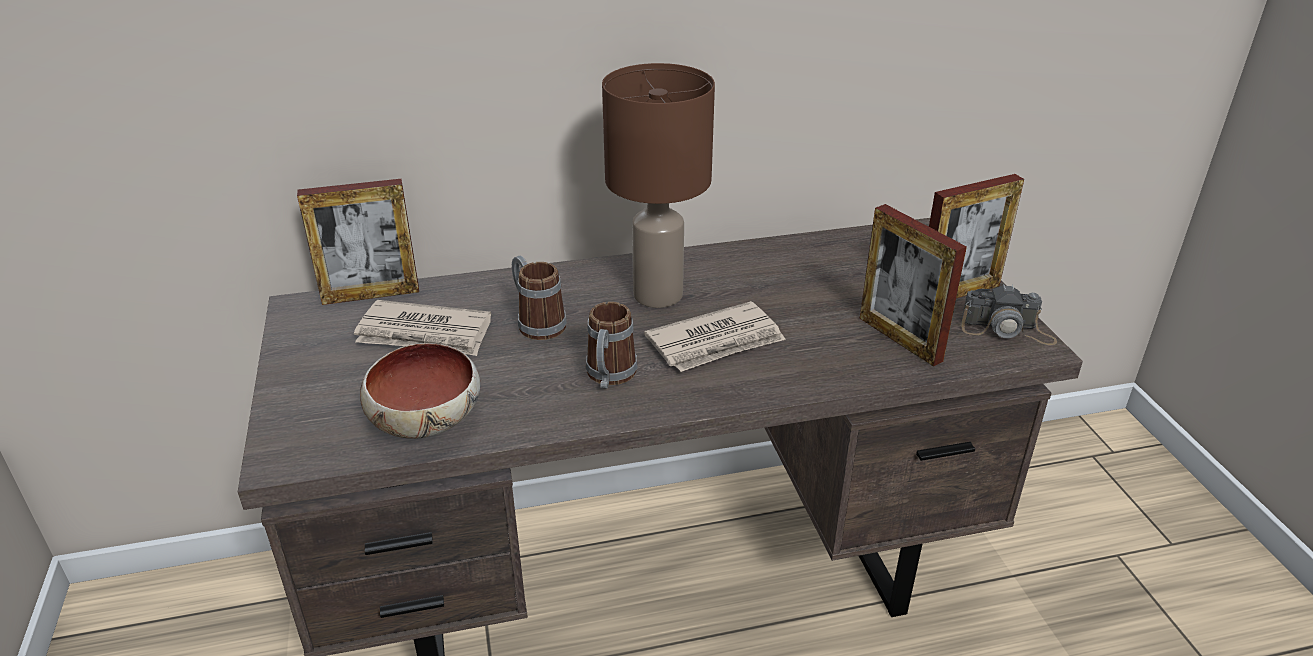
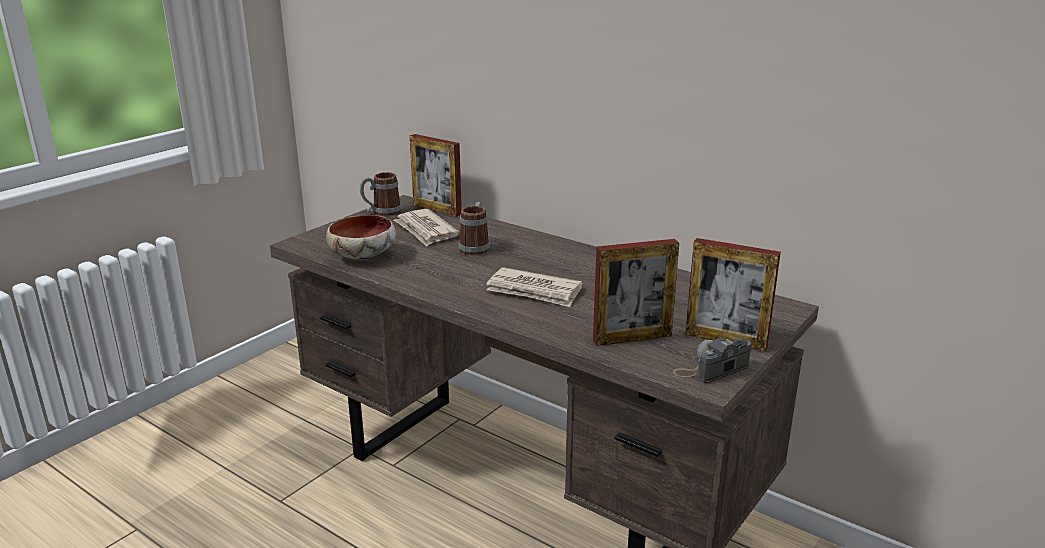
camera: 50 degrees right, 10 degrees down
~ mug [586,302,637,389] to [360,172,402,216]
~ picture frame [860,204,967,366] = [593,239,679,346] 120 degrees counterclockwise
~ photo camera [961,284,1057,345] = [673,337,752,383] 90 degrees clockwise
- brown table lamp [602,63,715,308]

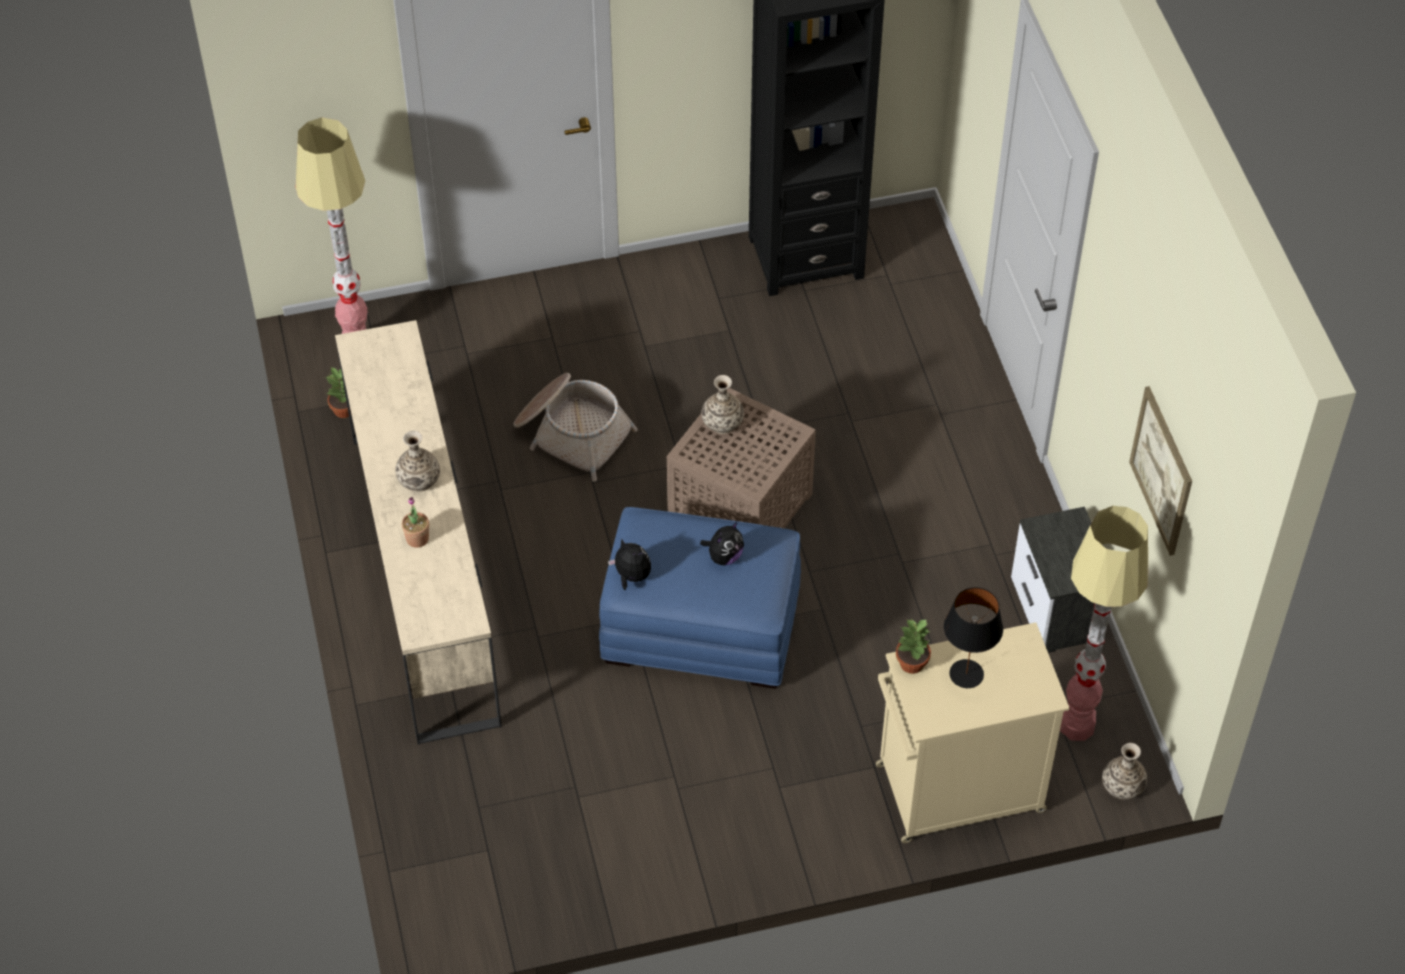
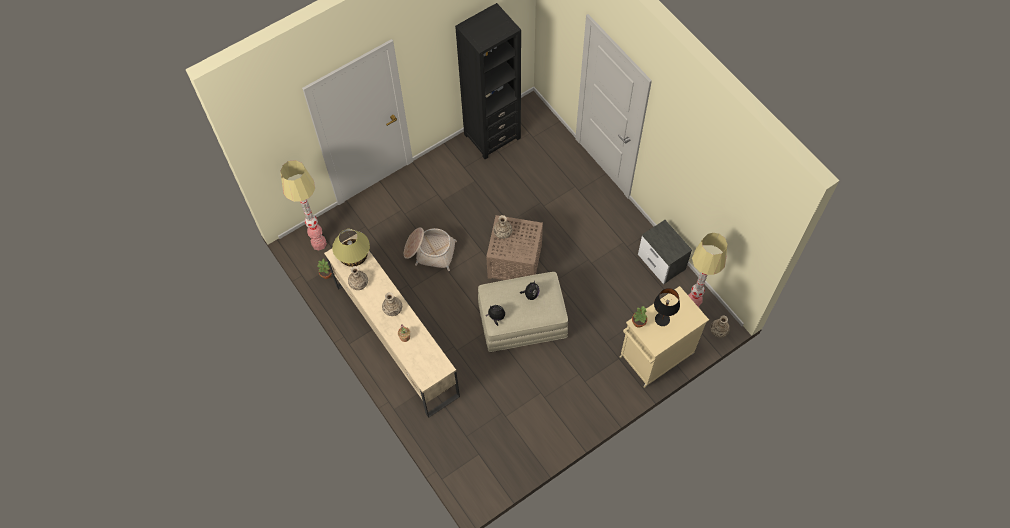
camera: 20 degrees left, 10 degrees up
+ table lamp [332,229,370,267]
+ vase [348,266,368,290]
~ blue ottoman [599,507,801,689] to beige ottoman [478,272,568,352]
- picture [1129,386,1192,556]

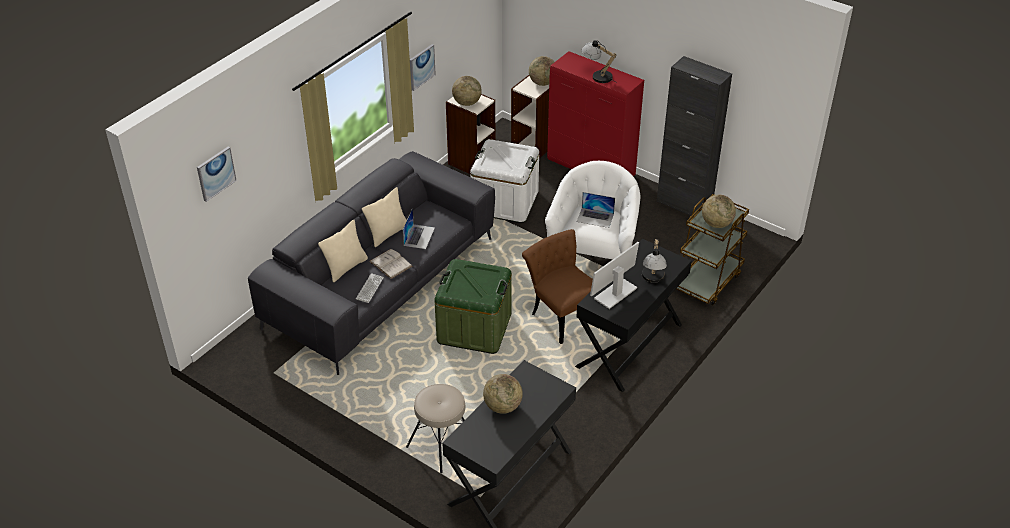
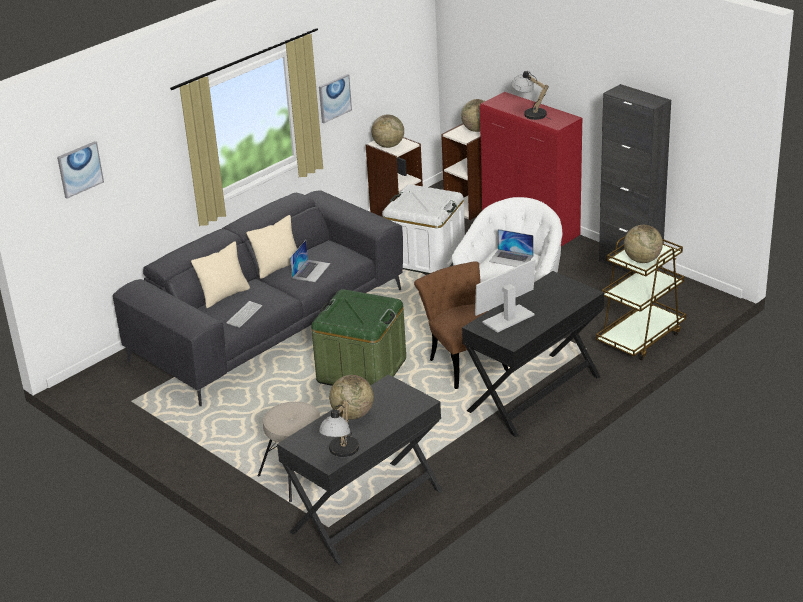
camera: 10 degrees right, 10 degrees down
~ table lamp [642,239,667,283] to [319,400,359,457]
- white book [369,249,412,279]

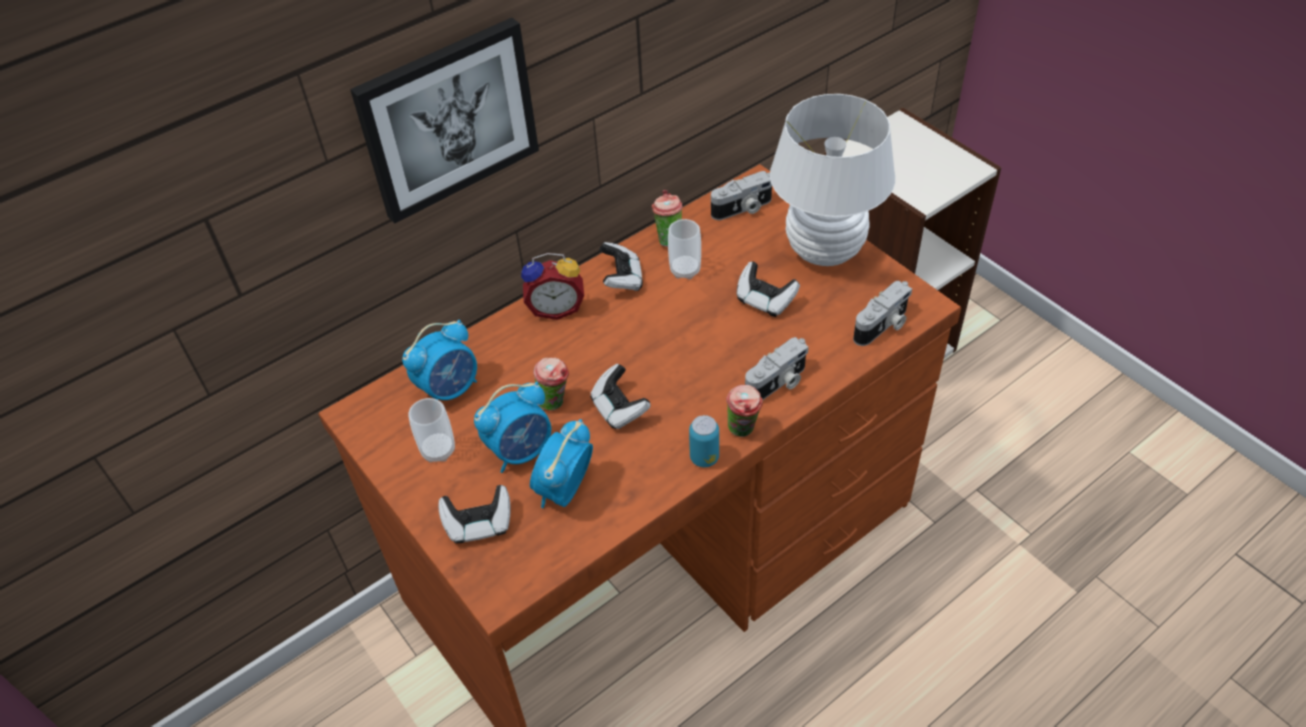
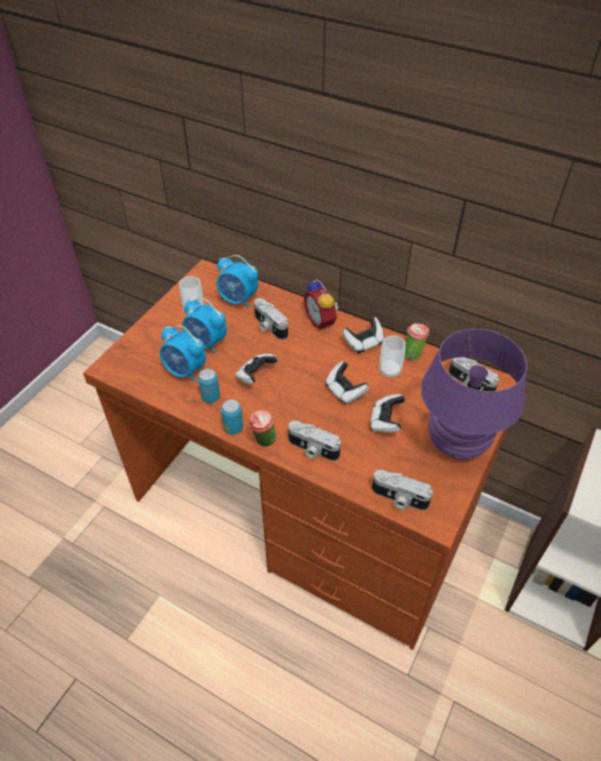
camera: 65 degrees right, 0 degrees up
~ alarm clock [530,419,593,508] = [160,325,206,382] 150 degrees counterclockwise
+ can [198,368,220,403]
+ photo camera [254,298,288,340]
~ game controller [439,485,511,543] to [325,361,369,405]
~ white table lamp [770,94,895,266] to purple table lamp [421,328,527,459]
- picture [350,18,539,224]
- cup [533,358,569,410]

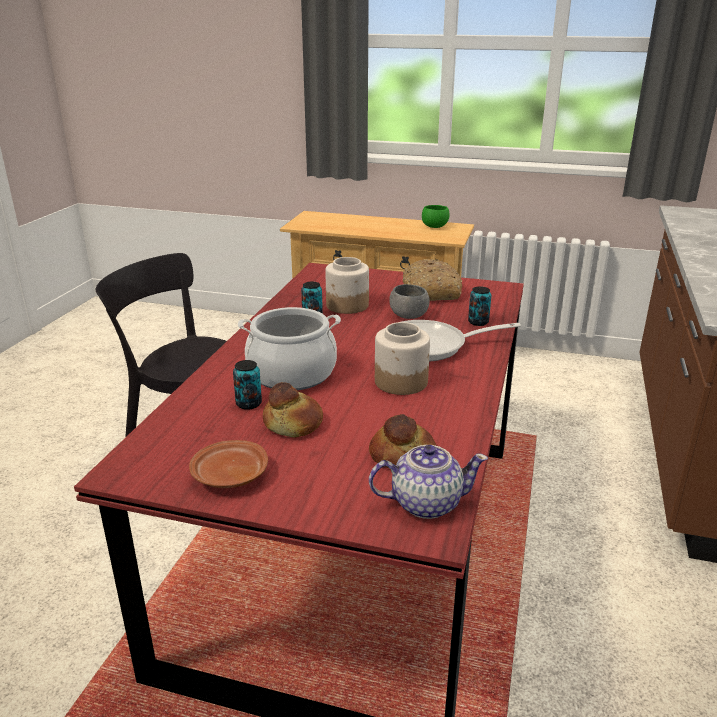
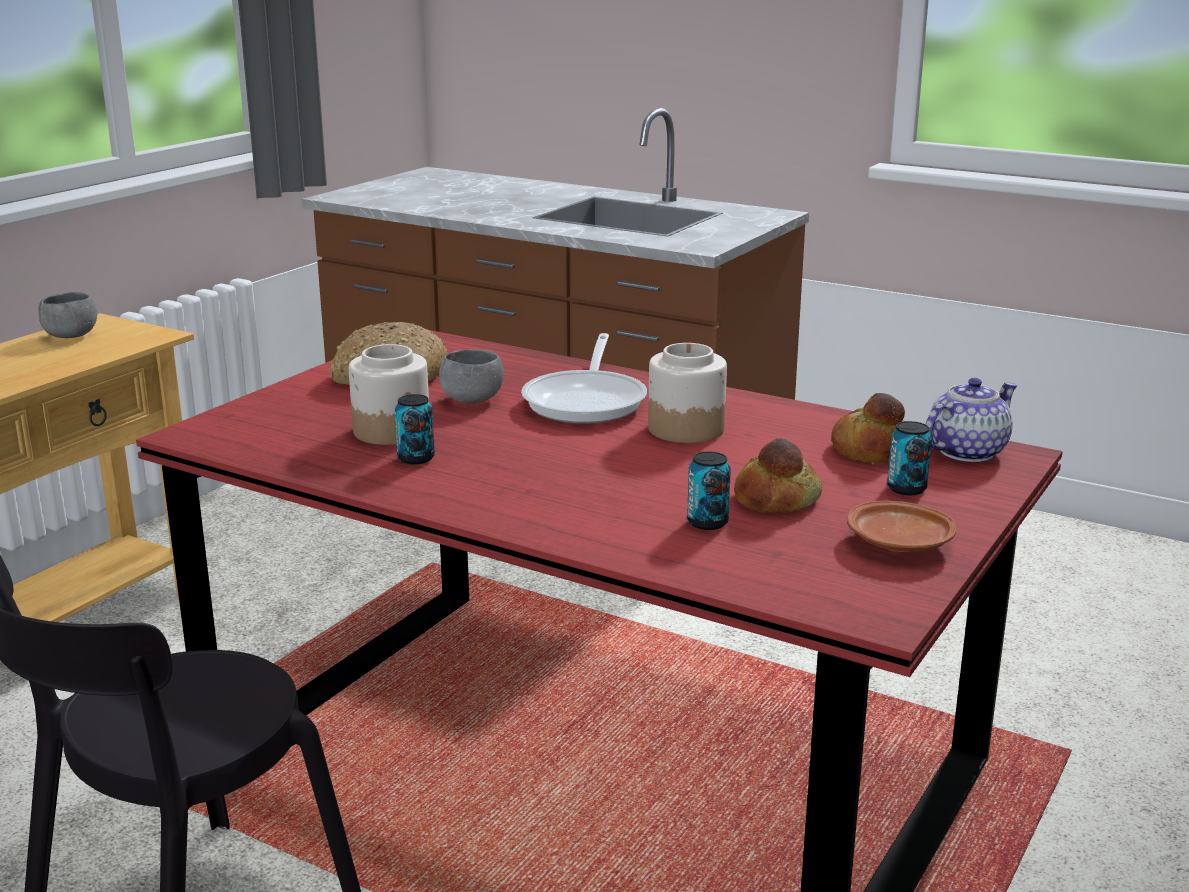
camera: 75 degrees left, 5 degrees down
~ green bowl [422,205,449,228] to grey bowl [38,292,97,338]
~ can [468,286,491,326] to [887,421,932,495]
~ teapot [369,445,488,519] = [925,378,1018,462] 45 degrees clockwise
- cooking pot [238,307,341,390]

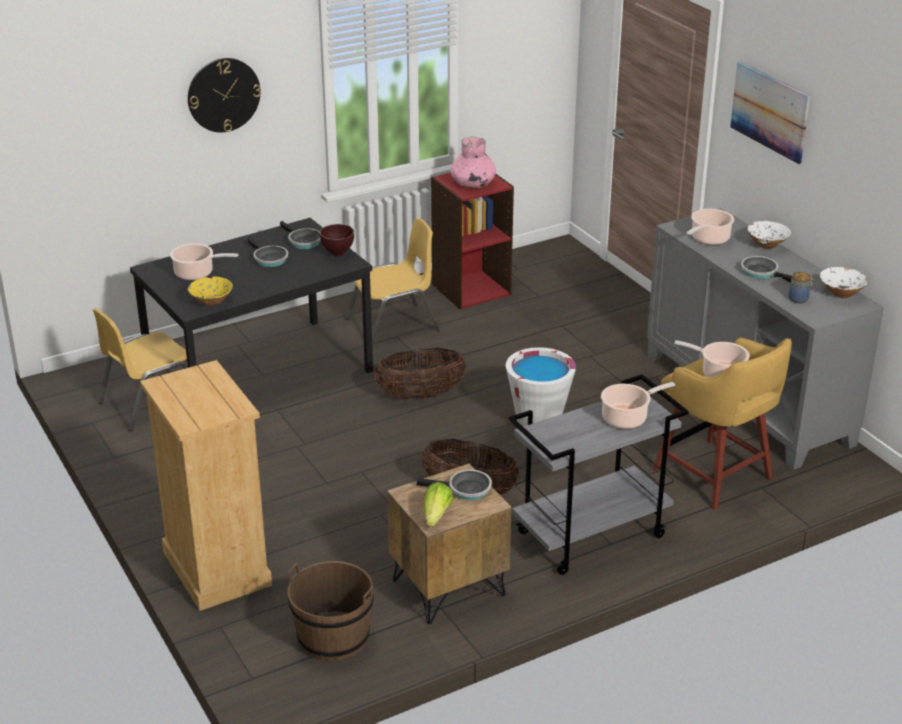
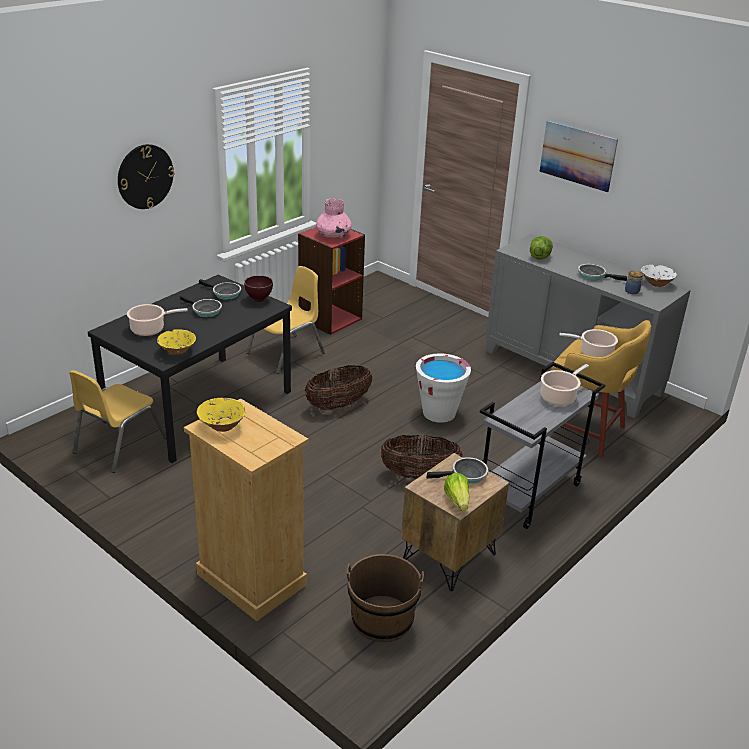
camera: 20 degrees left, 0 degrees up
+ yellow bowl [197,398,246,432]
~ cooking pot [686,209,734,245] to lettuce [530,236,553,260]
- white bowl [747,221,791,249]

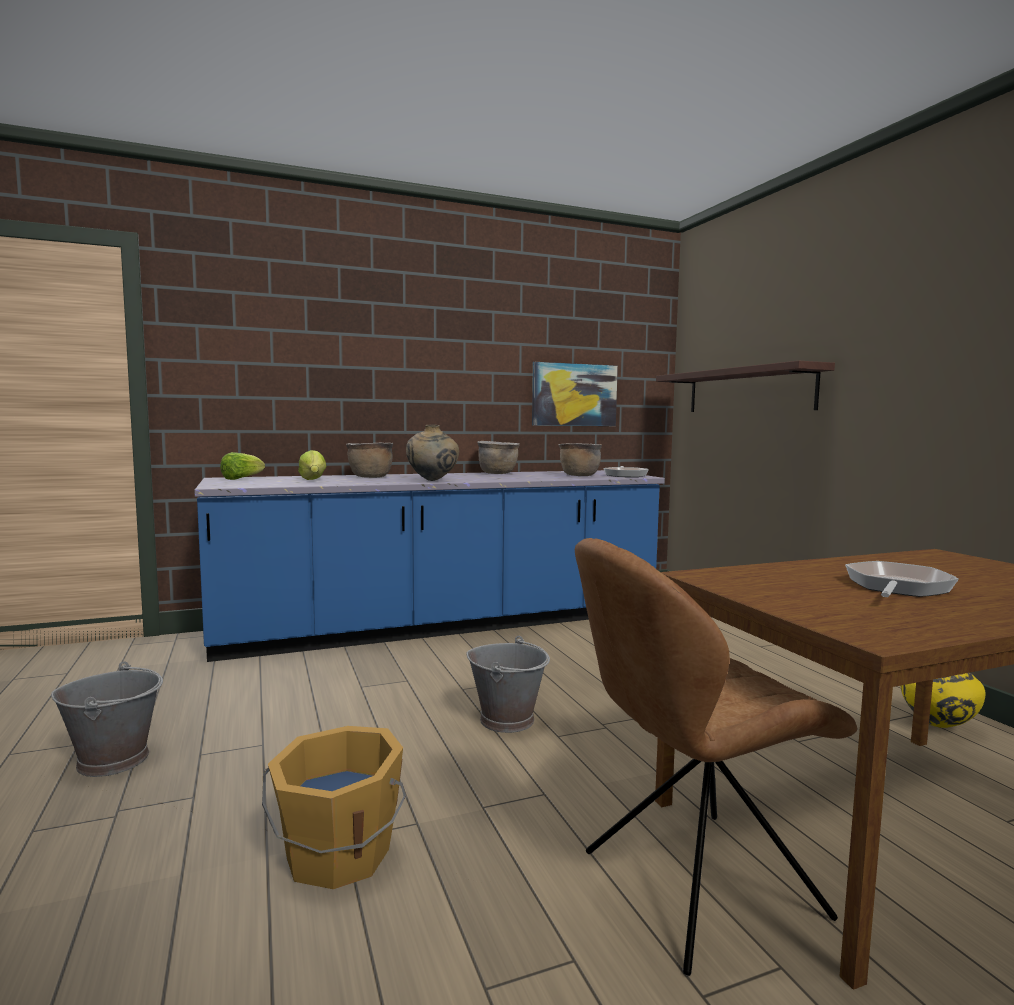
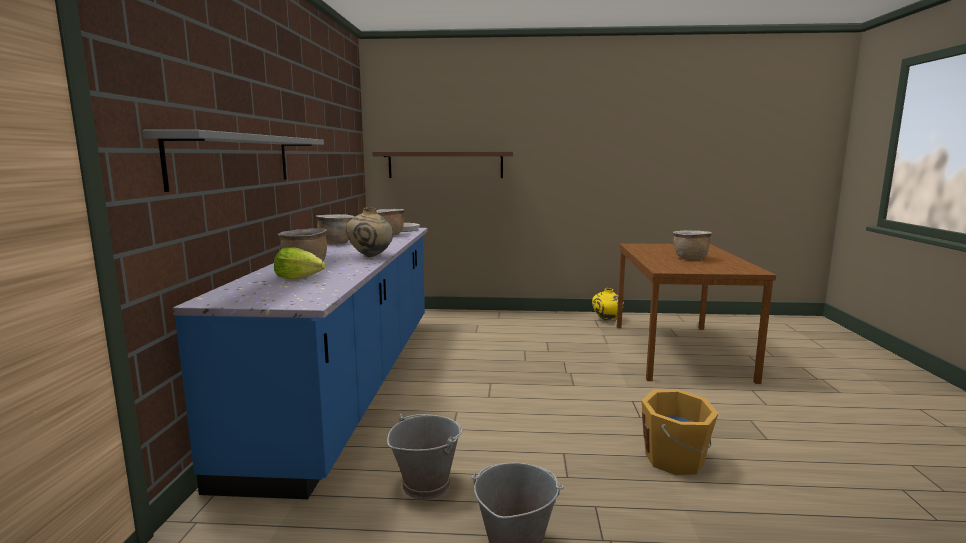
camera: 65 degrees left, 5 degrees up
+ grey shelf [142,130,324,192]
~ grey bucket [466,636,550,733] to [387,414,462,500]
~ frying pan [845,561,959,597] to brown cooking pot [673,230,712,260]
- lettuce [220,452,265,480]
- picture [532,362,618,426]
- brown chair [575,538,857,976]

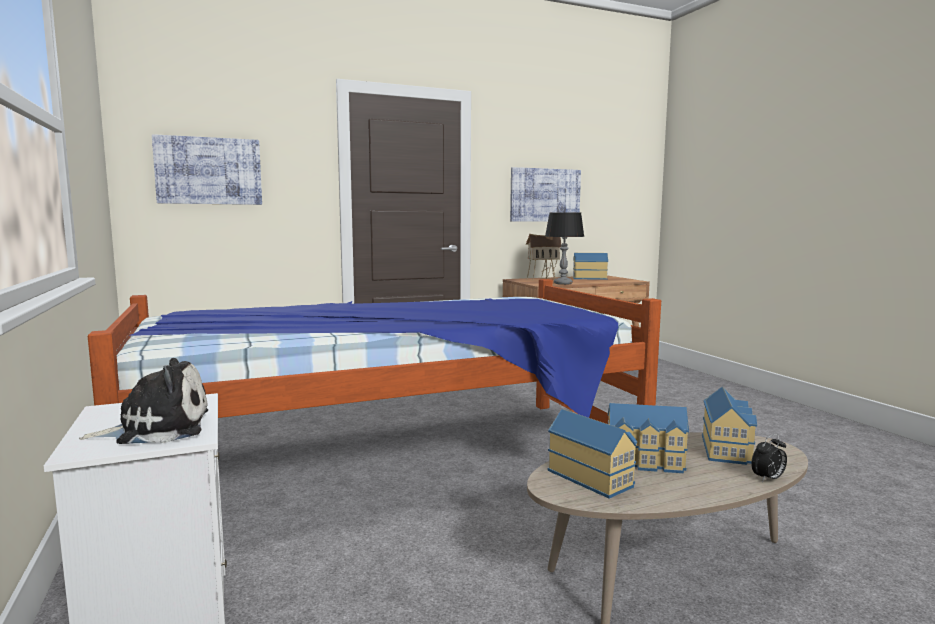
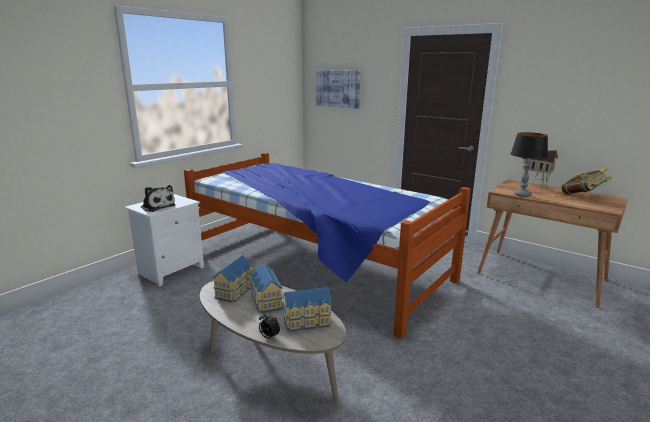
camera: 60 degrees right, 10 degrees up
~ toy house [573,253,608,280] to book [561,168,611,195]
- picture [510,167,581,222]

